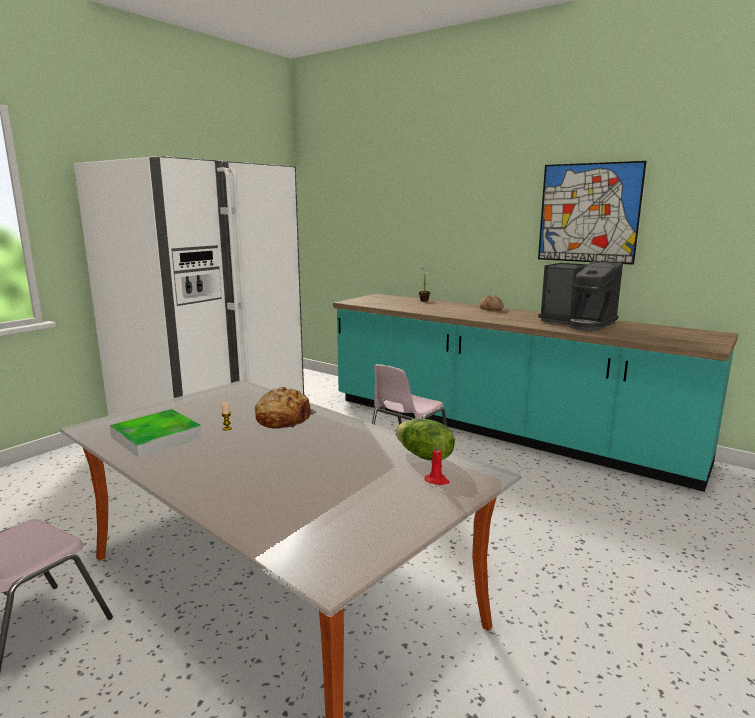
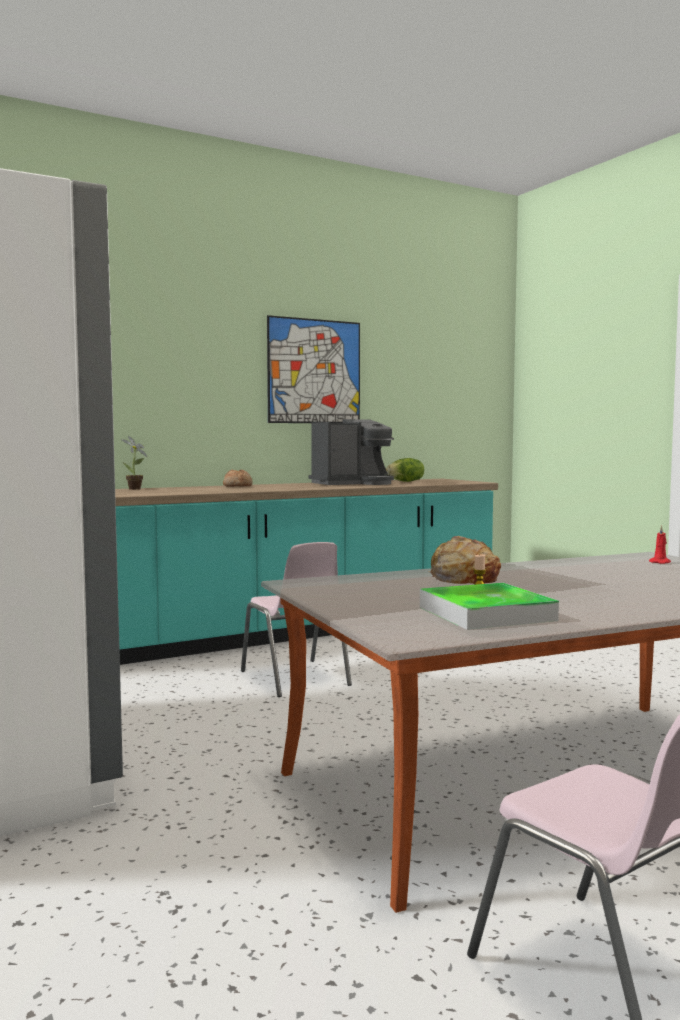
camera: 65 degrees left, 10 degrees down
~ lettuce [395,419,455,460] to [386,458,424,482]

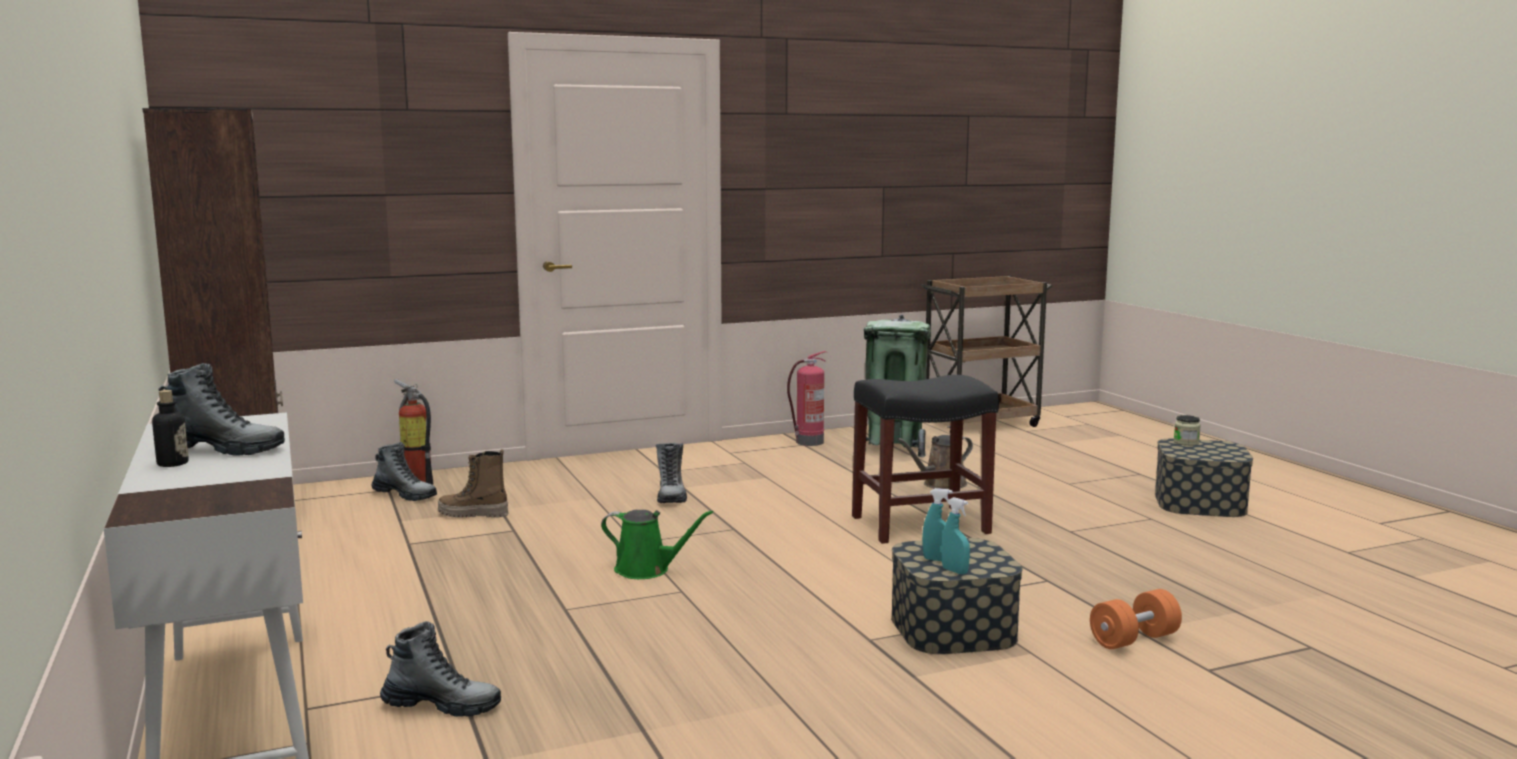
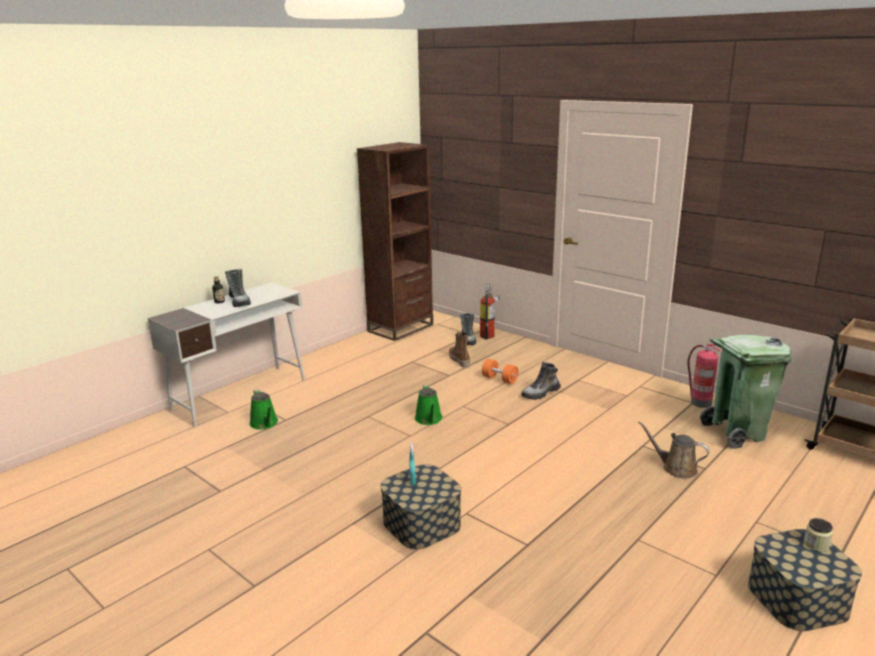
camera: 65 degrees right, 10 degrees up
~ boot [380,621,501,717] to green watering can [250,389,278,430]
~ orange dumbbell [1090,589,1182,649] to [482,359,518,384]
- black stool [852,375,999,544]
- turquoise spray bottle [942,497,970,574]

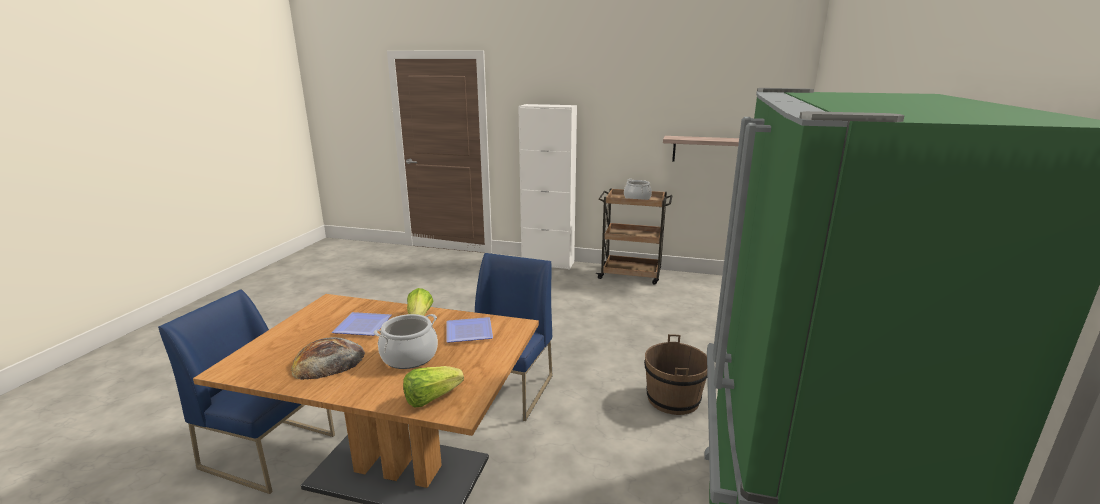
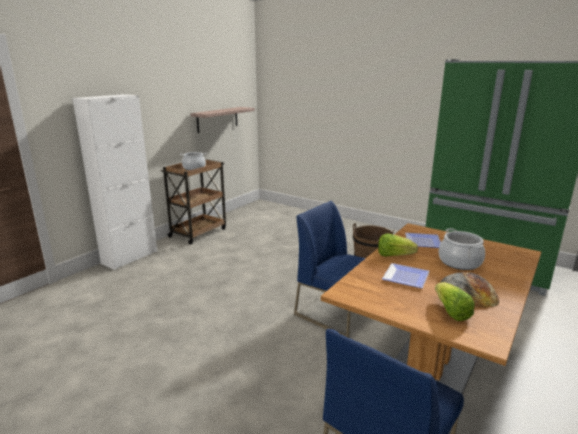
camera: 70 degrees left, 0 degrees up
~ lettuce [403,366,464,408] to [435,282,475,321]

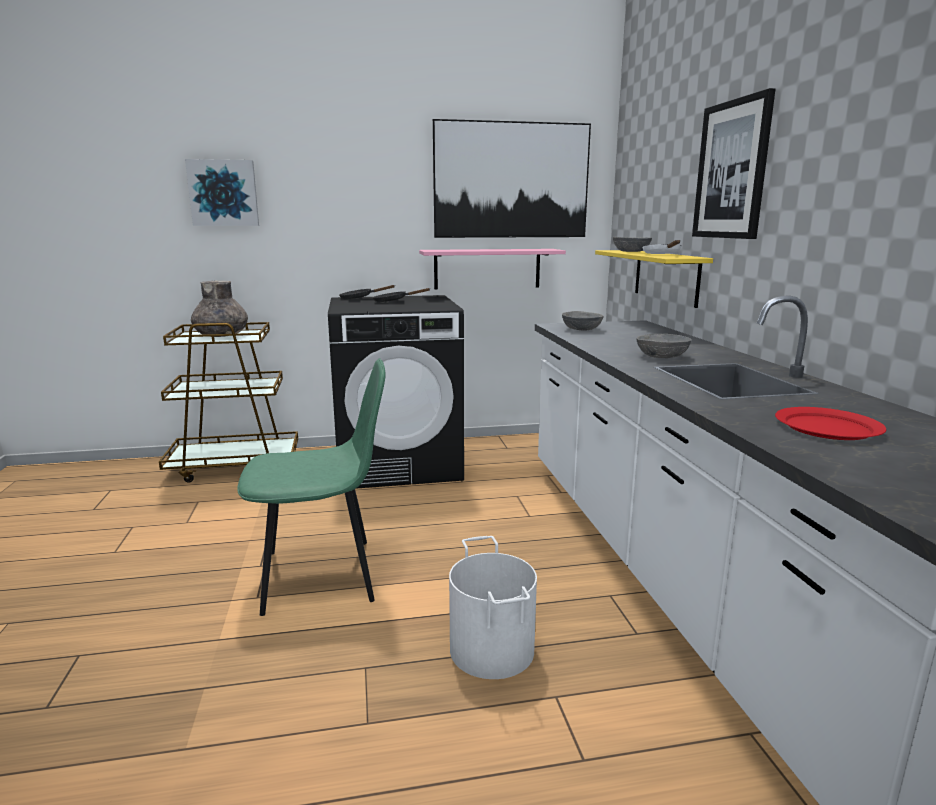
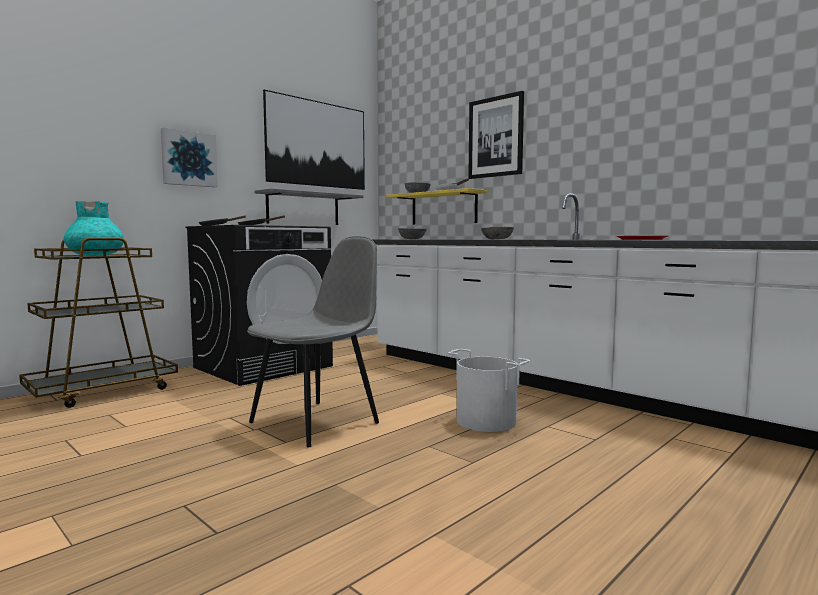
camera: 35 degrees left, 10 degrees down
~ grey vase [191,281,248,337] to turquoise vase [64,201,124,256]
~ picture [185,159,259,226] to [161,127,218,187]
~ green chair [237,358,386,616] to grey chair [247,236,379,447]
~ pink shelf [419,249,566,290] to grey shelf [255,188,363,225]

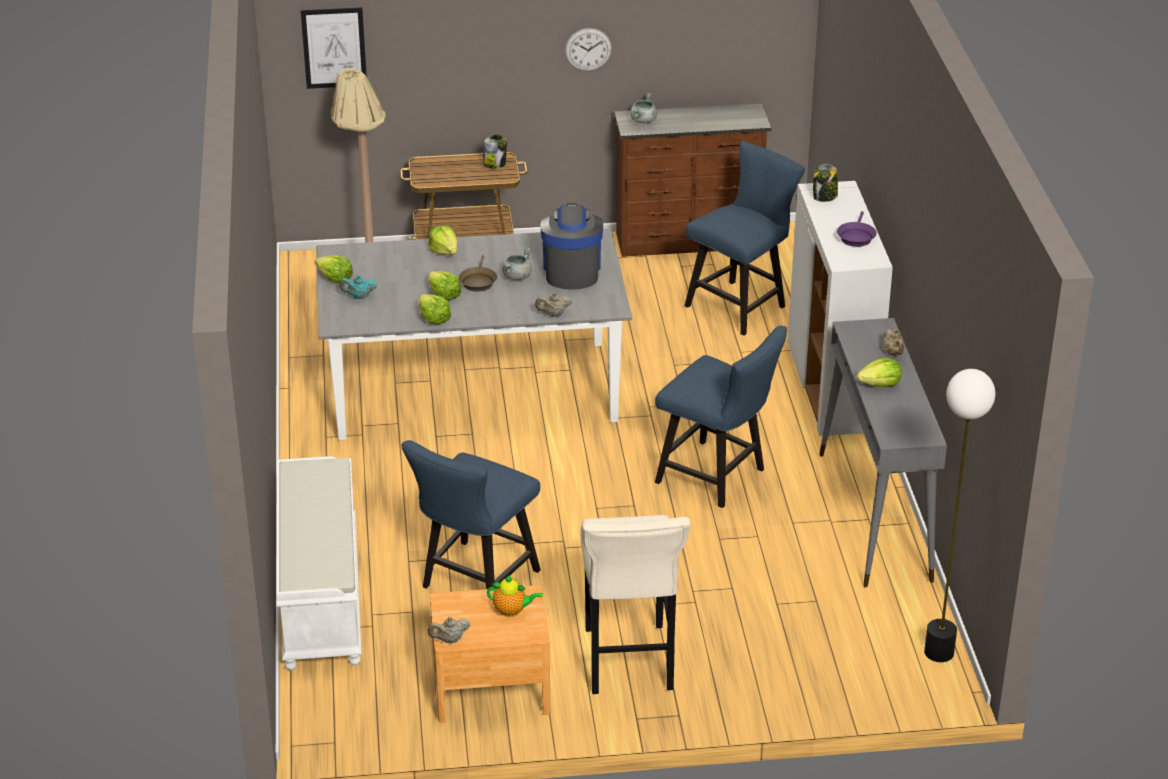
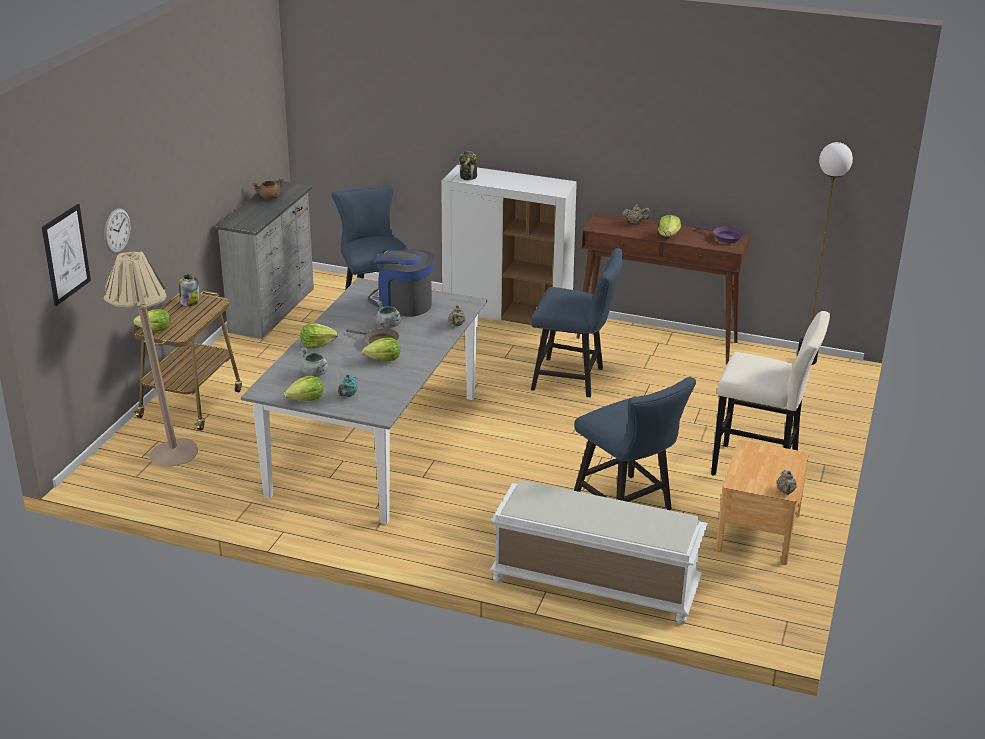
camera: 65 degrees left, 5 degrees down
~ wall clock [565,28,612,71] to [104,208,131,253]
~ lettuce [419,294,451,324] to [133,309,170,331]
~ brown dresser [614,104,771,257] to grey dresser [216,180,314,339]
+ brown cooking pot [252,178,284,199]
~ grey cooking pot [630,93,657,123] to [300,347,328,377]
~ blue chair [655,326,788,508] = [531,248,623,397] 45 degrees clockwise
~ grey console table [819,318,947,588] to brown console table [577,213,750,364]
~ purple frying pan [837,211,877,247] to [695,226,744,243]
- teapot [487,576,543,617]

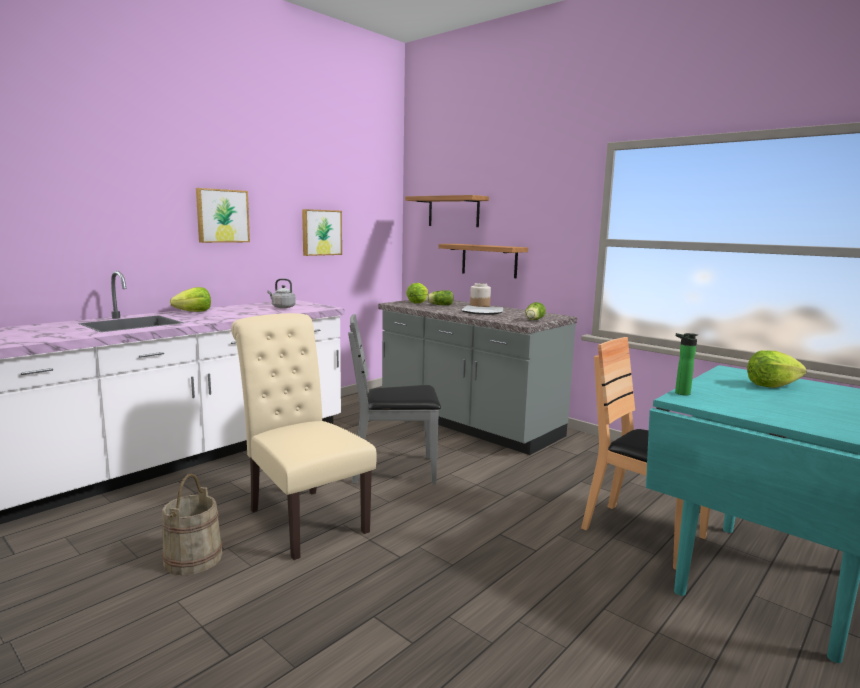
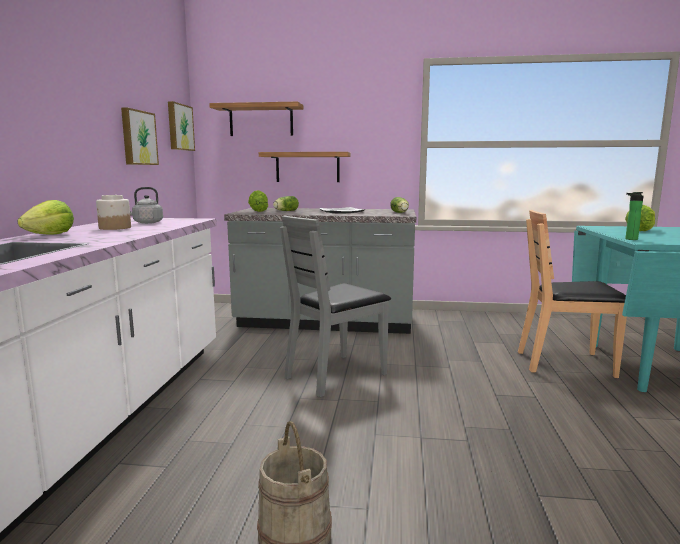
camera: 35 degrees left, 0 degrees up
~ jar [470,283,491,307] to [96,195,131,230]
~ picture [196,188,250,243] to [168,101,195,151]
- beige chair [231,313,377,560]

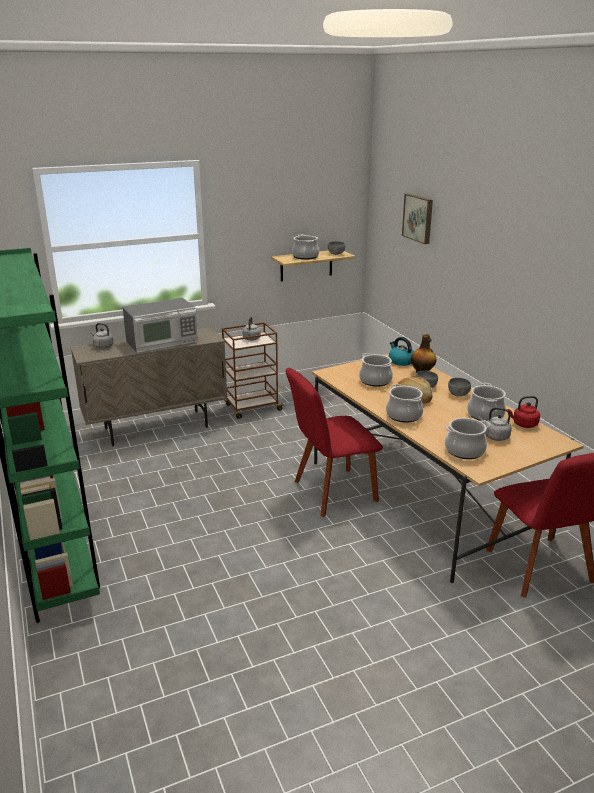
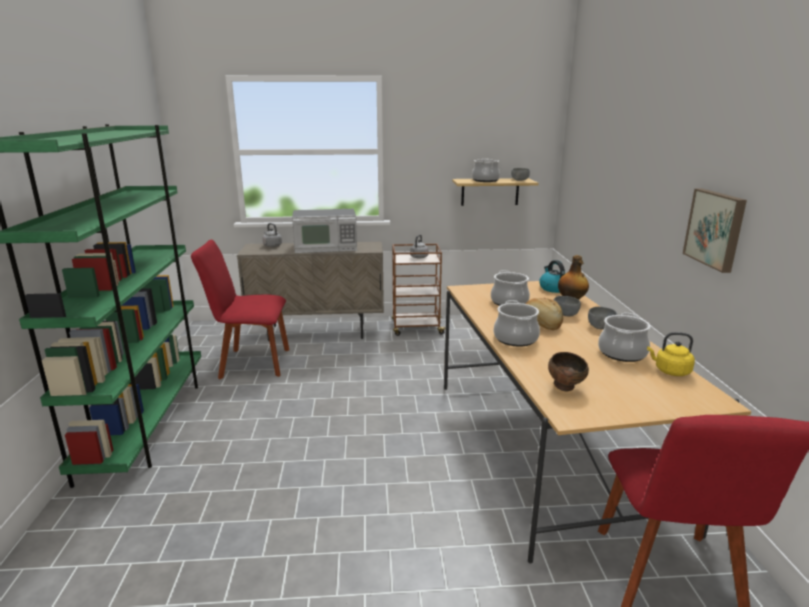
camera: 20 degrees right, 5 degrees down
~ red chair [285,368,383,517] to [191,240,289,379]
~ cooking pot [445,418,491,459] to brown bowl [548,352,589,391]
~ red kettle [507,396,540,428] to yellow kettle [647,332,695,376]
~ picture [402,193,433,244] to [683,189,747,273]
- grey kettle [479,407,512,441]

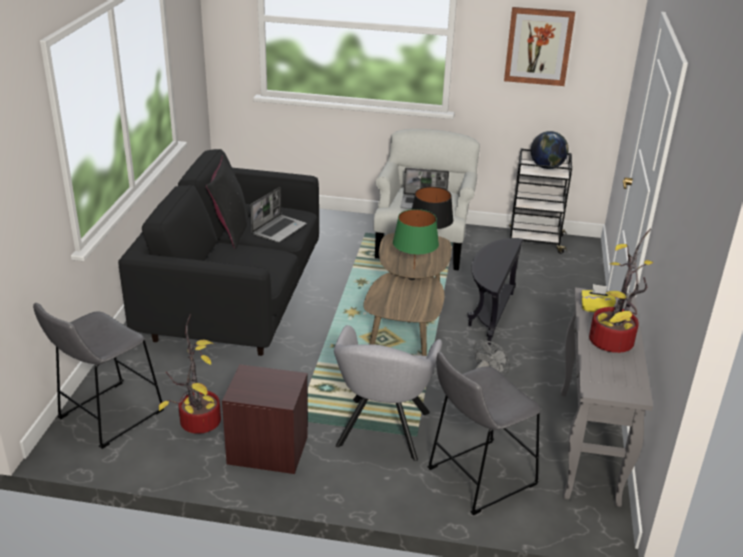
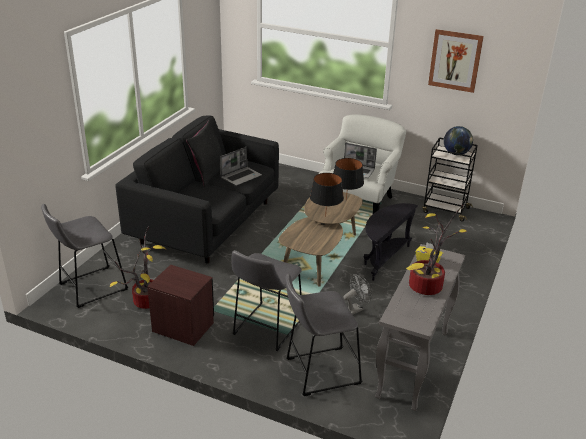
camera: 15 degrees right, 0 degrees up
~ grey armchair [334,325,442,461] to grey stool [232,250,302,351]
~ green table lamp [393,209,439,269] to black table lamp [310,173,344,217]

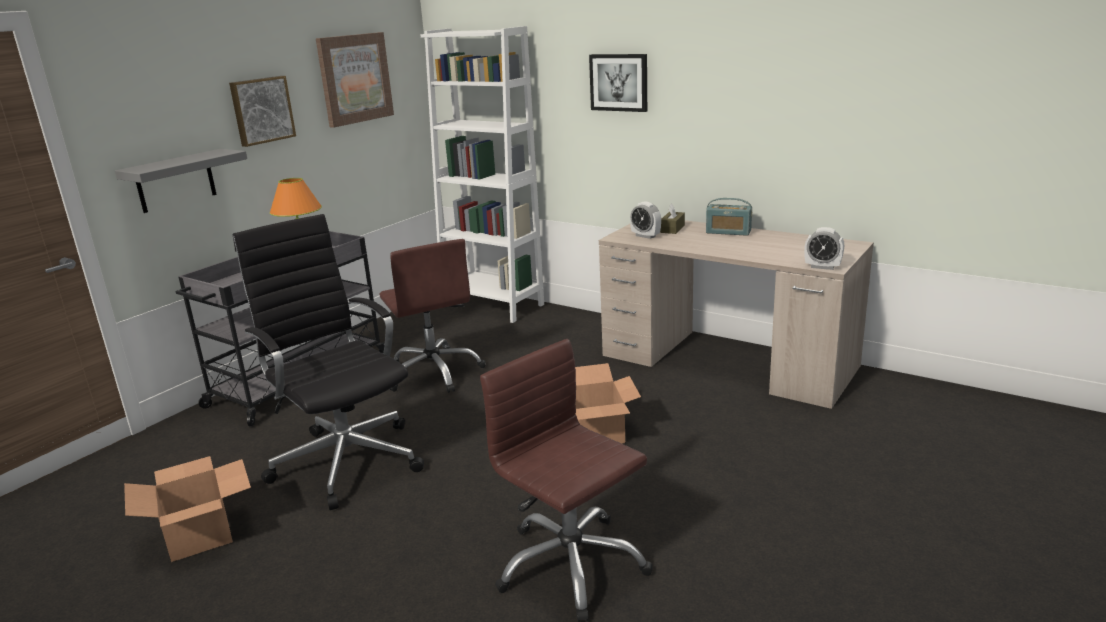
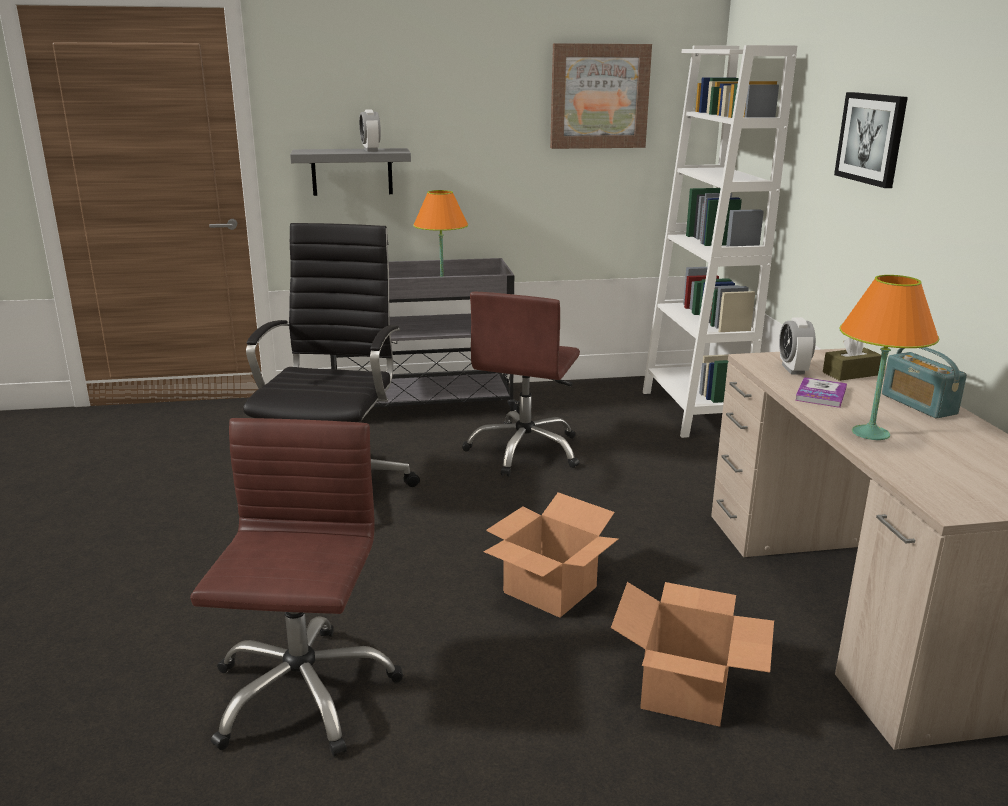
camera: 45 degrees right, 0 degrees up
~ alarm clock [804,227,844,270] to [359,109,381,152]
~ cardboard box [124,456,251,562] to [611,582,774,727]
+ book [795,377,847,408]
+ orange table lamp [840,275,939,440]
- picture [229,76,296,147]

